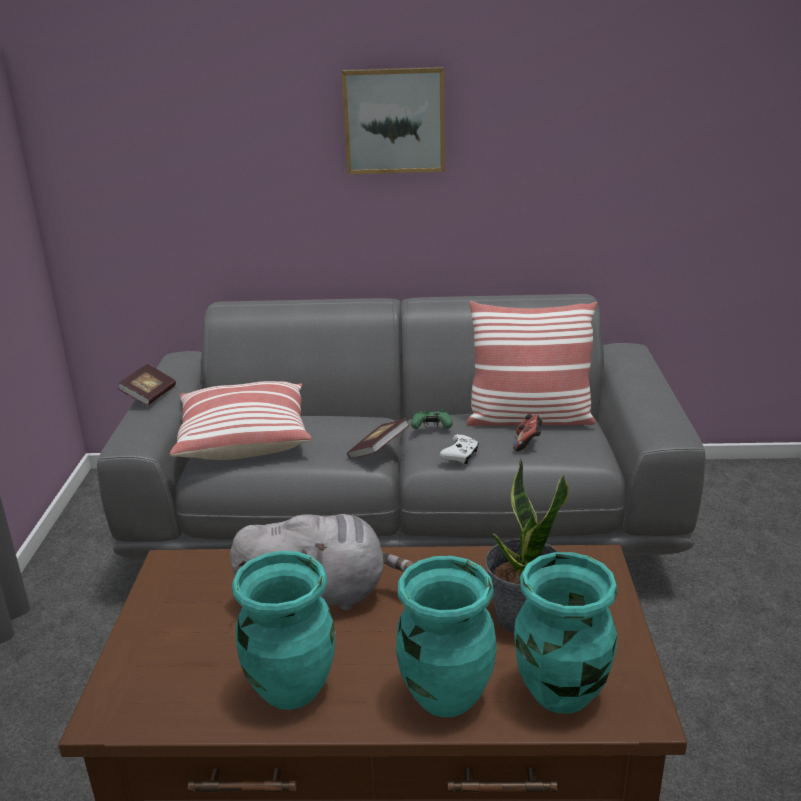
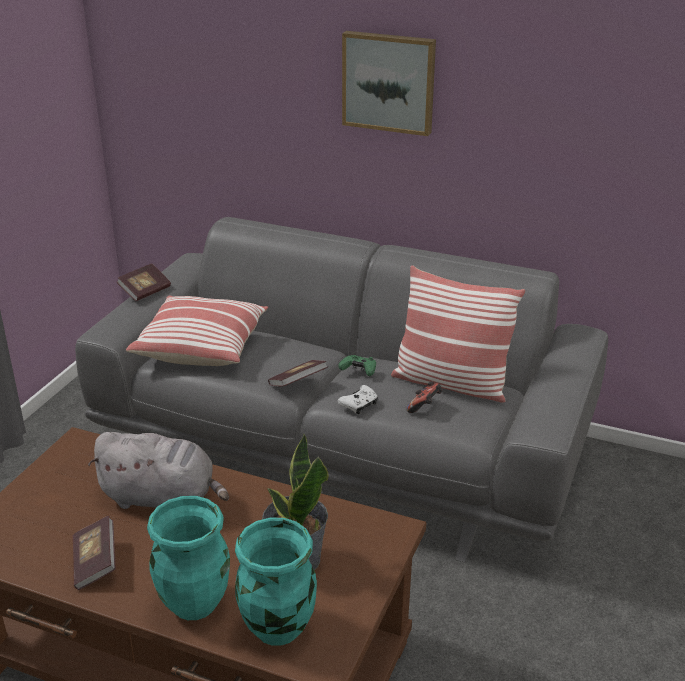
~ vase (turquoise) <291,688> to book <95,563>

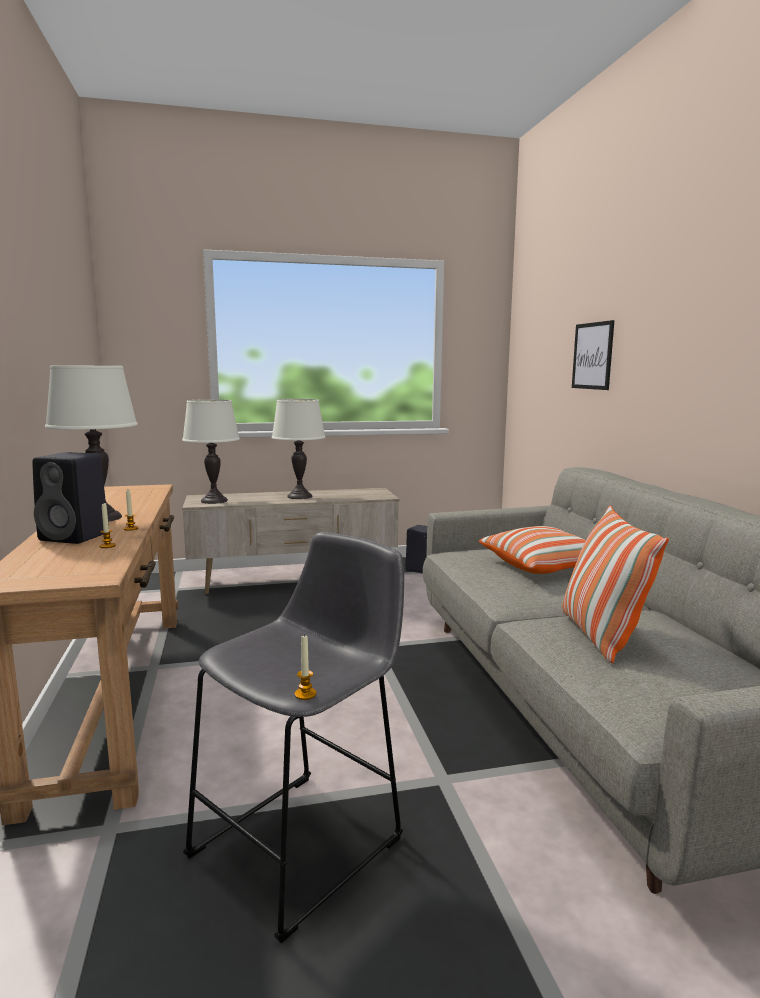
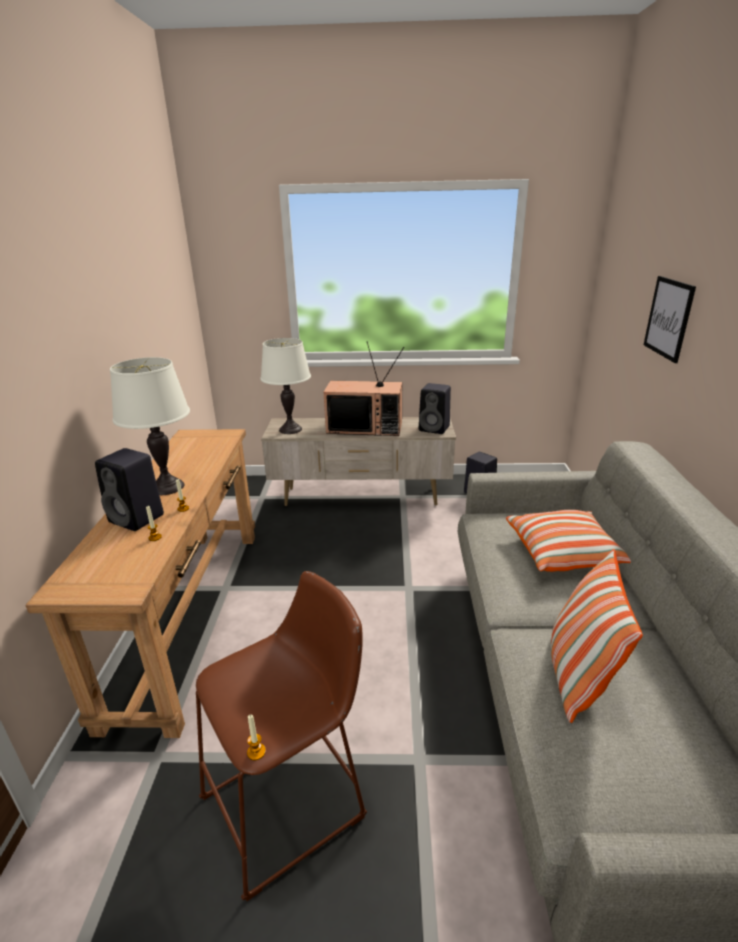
~ stool (grey) <306,841> to stool (brown) <291,803>
~ table lamp (white) <300,496> to television <366,427>
+ speaker (black) <435,428>

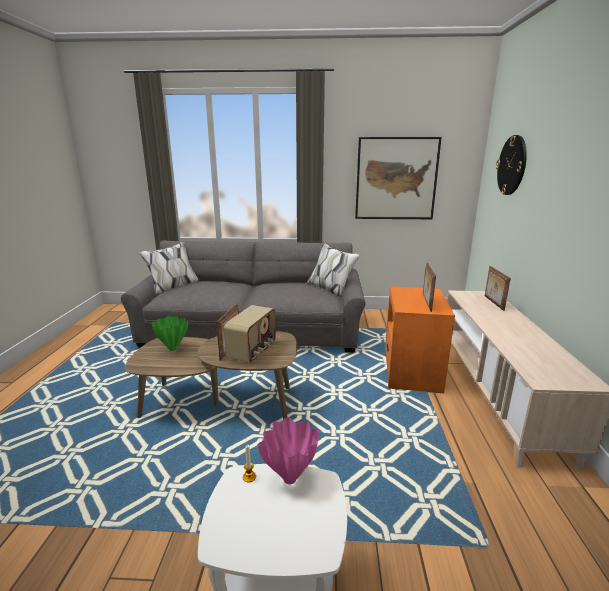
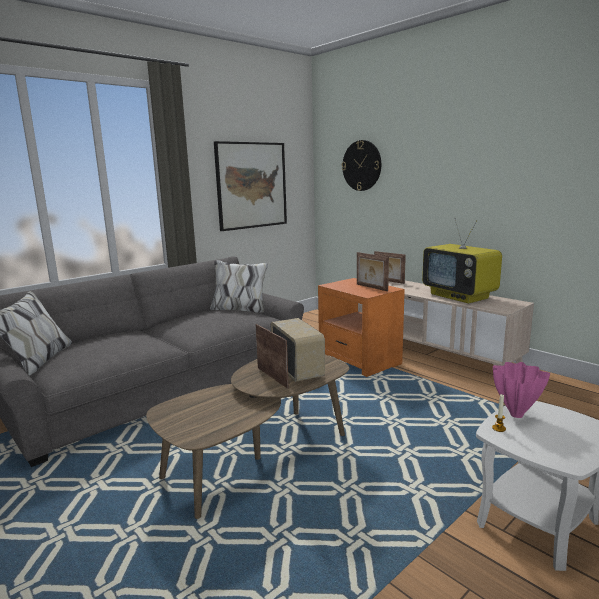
- vase (green) <172,349>
+ television <460,296>

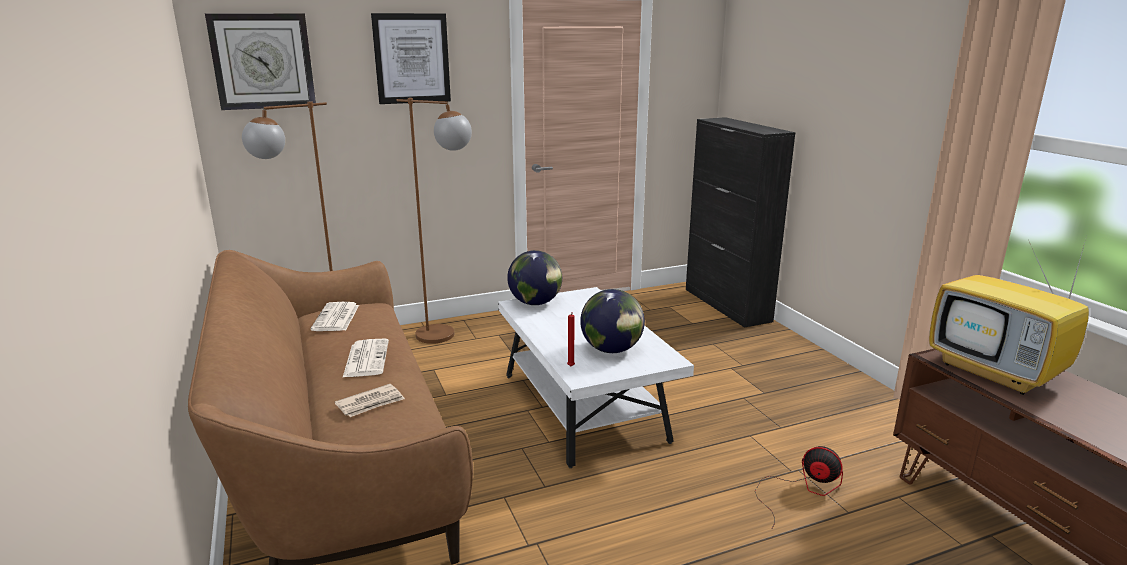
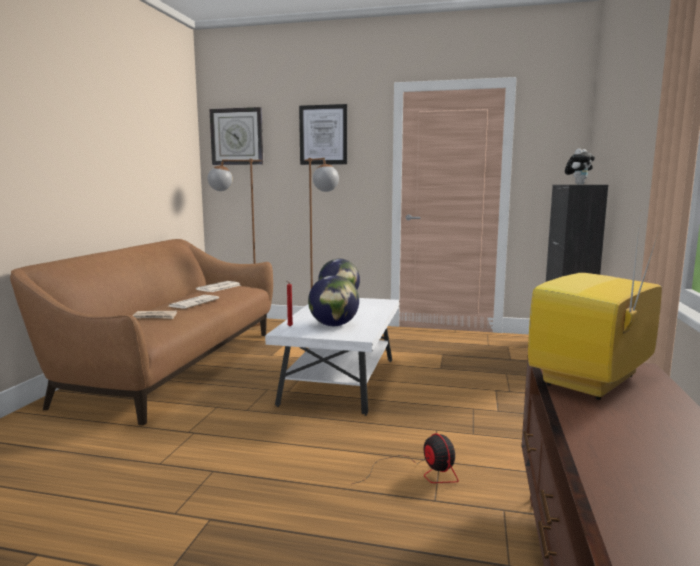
~ television <997,373> = <592,382> 45 degrees clockwise
+ plush toy <578,184>

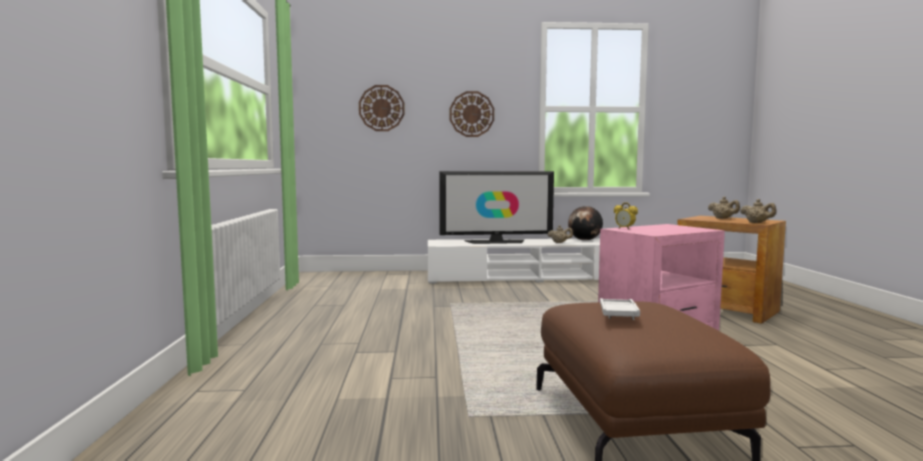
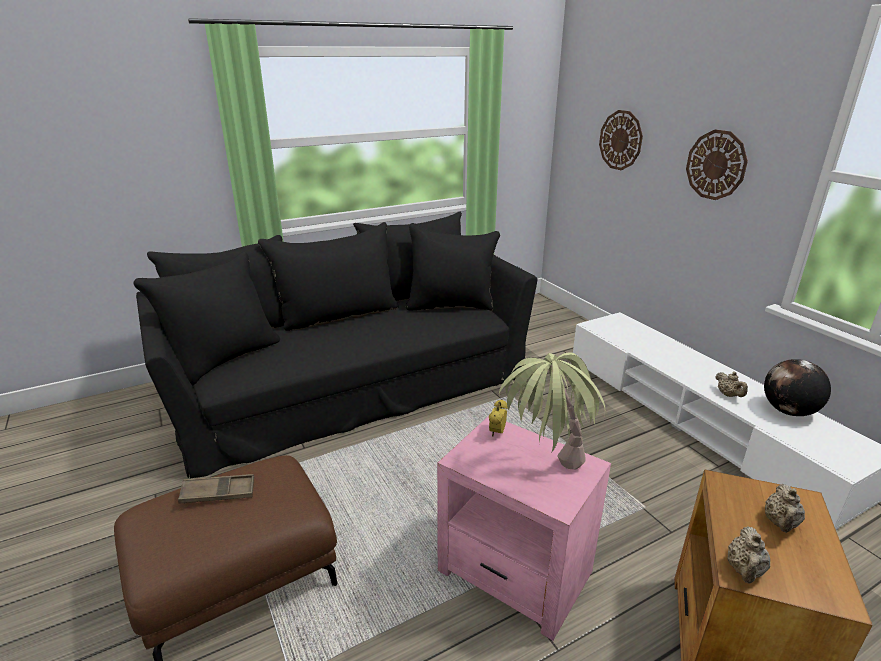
- television <496,242>
~ tray (white) <618,313> to tray (brown) <218,493>
+ sofa (black) <352,384>
+ potted plant <544,472>

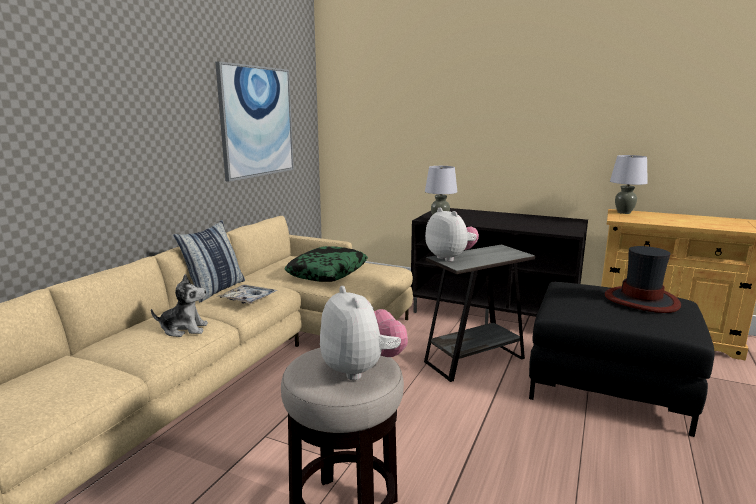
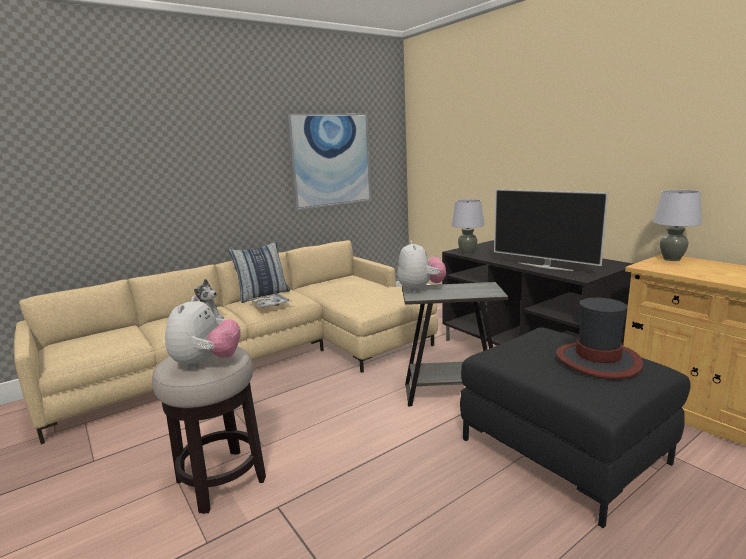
- pillow <327,272>
+ television <545,266>

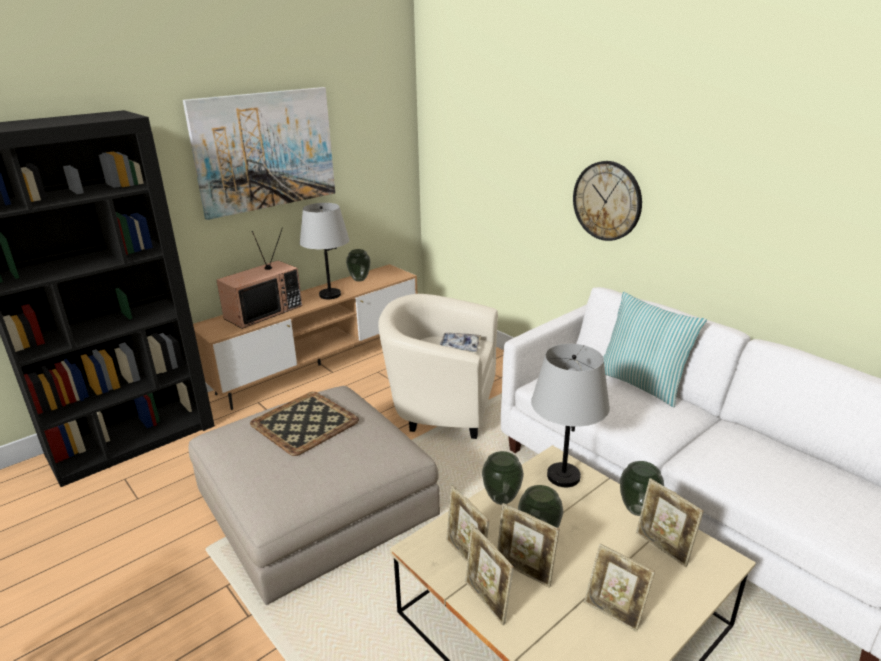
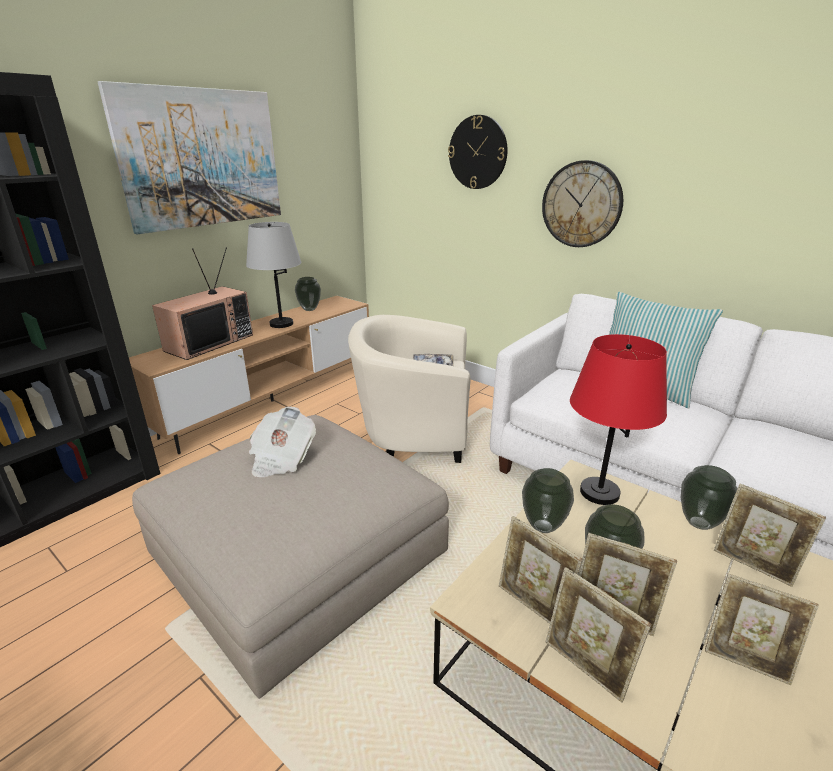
~ tray <304,423> to newspaper <281,458>
~ table lamp (grey) <563,476> to table lamp (red) <598,492>
+ wall clock <478,152>

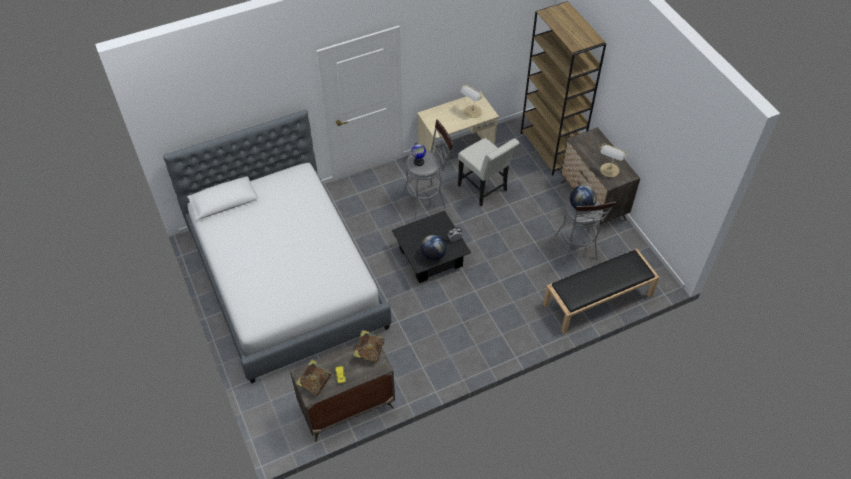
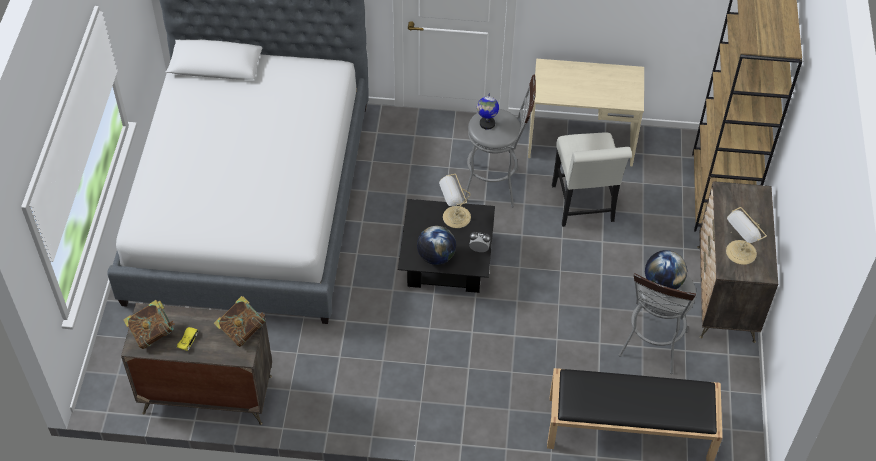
~ table lamp <472,112> to <455,217>

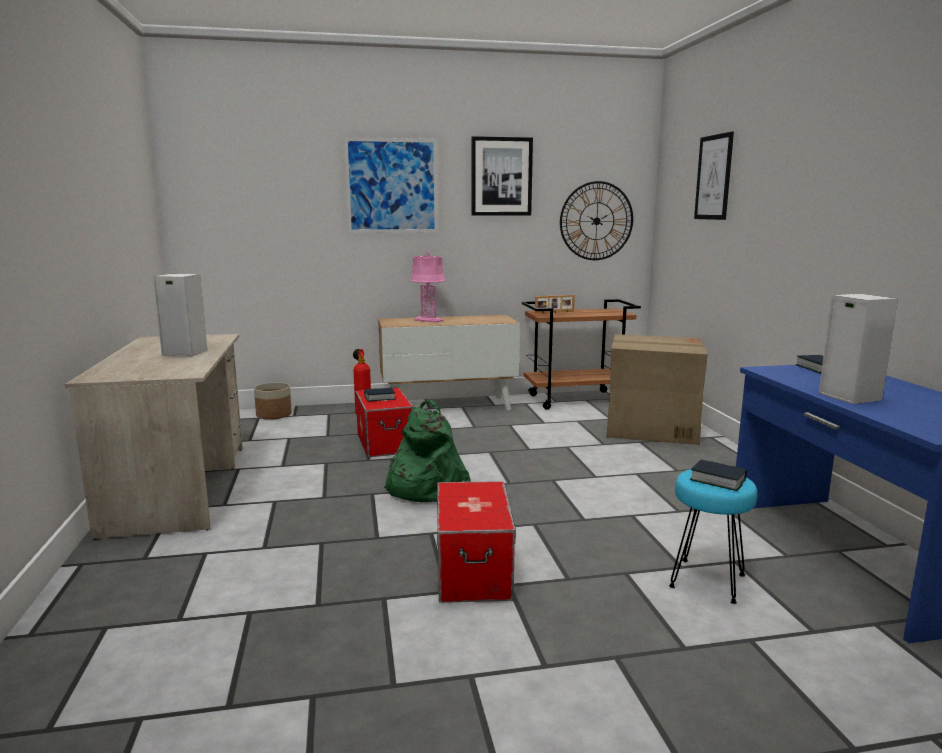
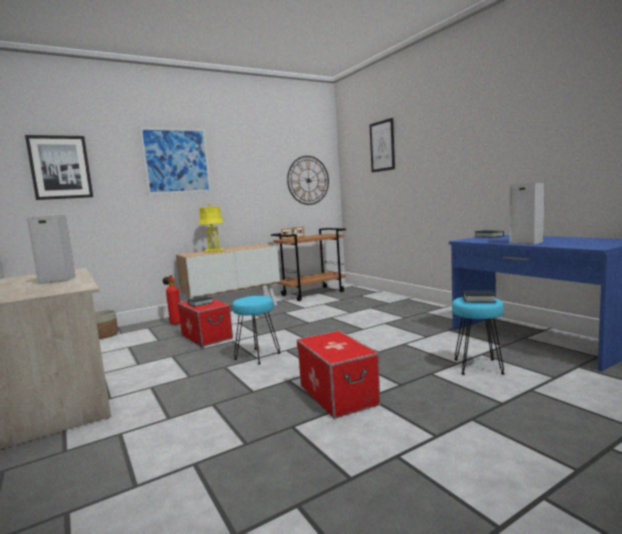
~ backpack (green) <422,487> to stool (turquoise) <258,356>
~ table lamp (pink) <428,320> to table lamp (yellow) <214,251>
~ picture <501,176> to <60,167>
- cardboard box <650,427>

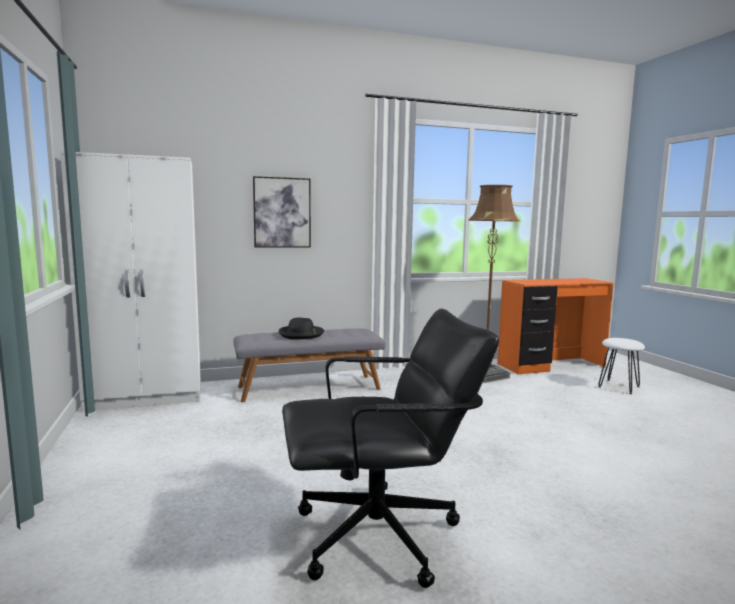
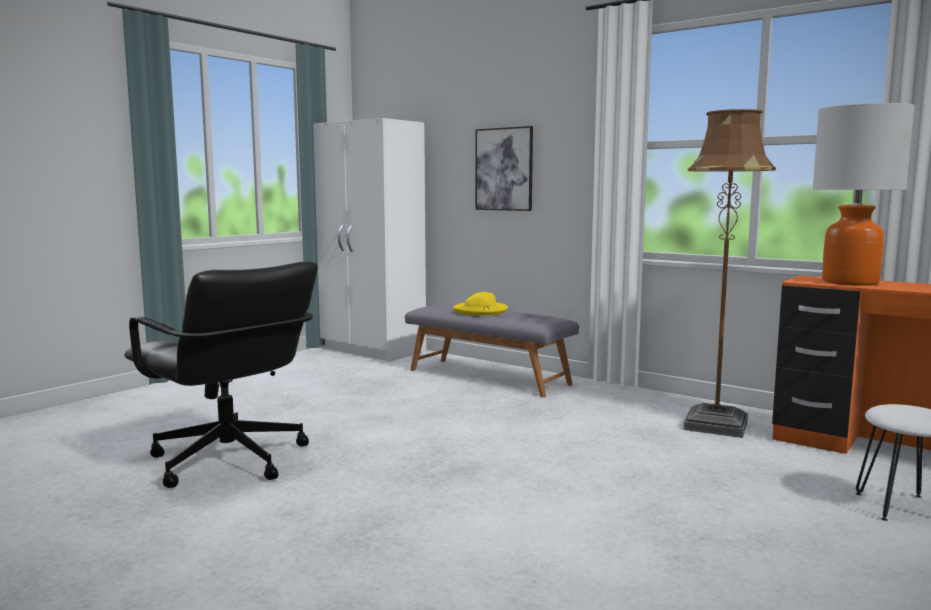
~ hat (black) <301,334> to hat (yellow) <481,311>
+ table lamp <849,282>

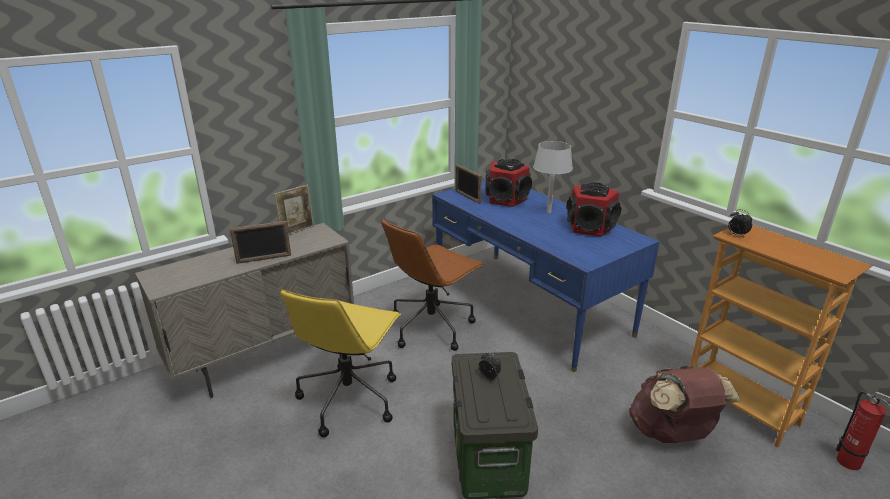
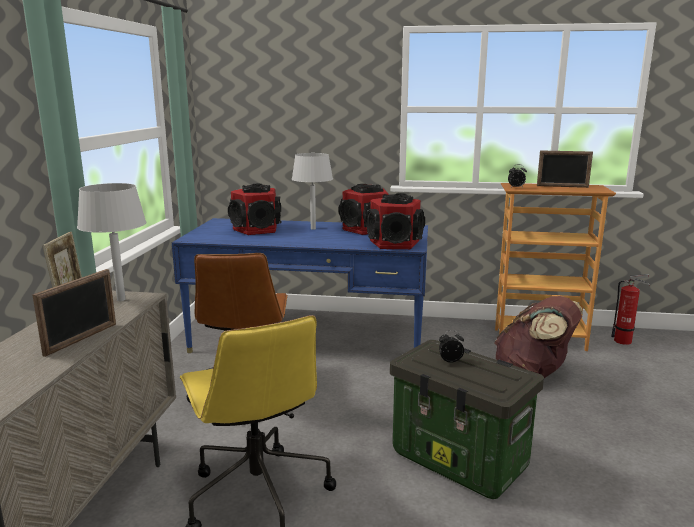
~ picture frame <467,197> to <562,186>
+ table lamp (grey) <121,299>
+ speaker <394,243>

